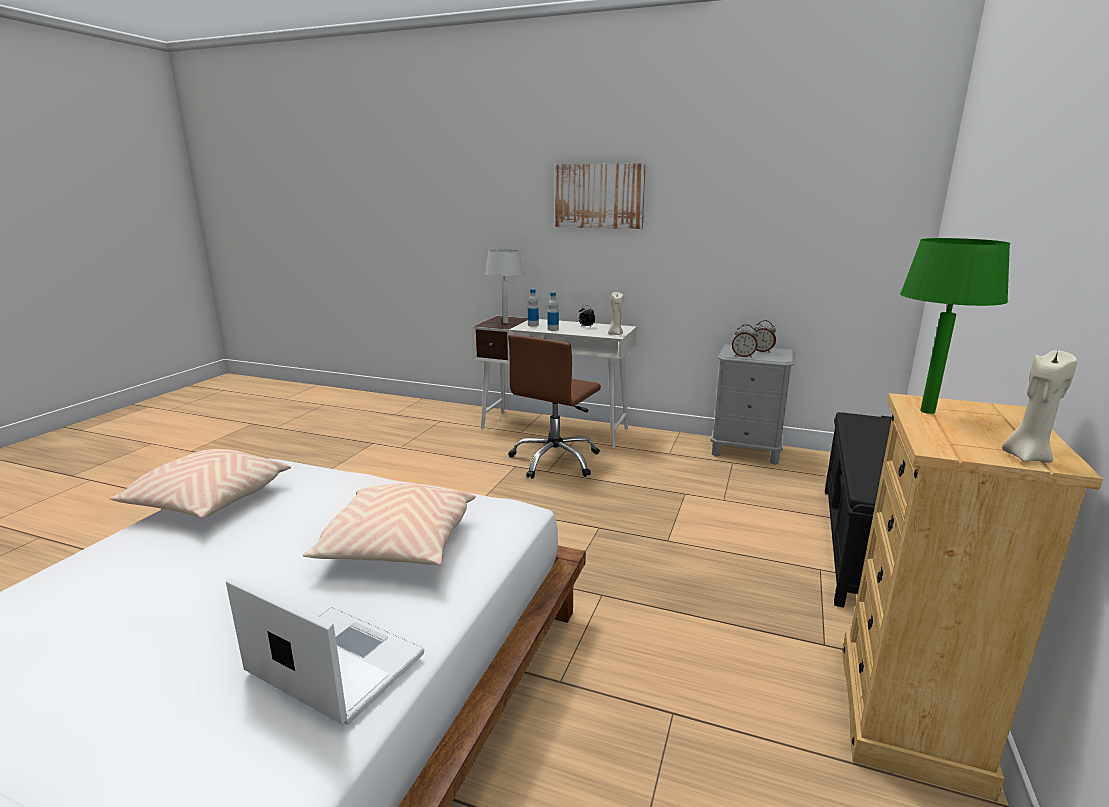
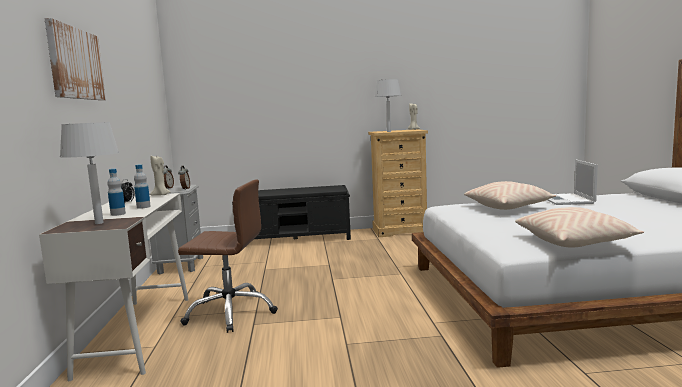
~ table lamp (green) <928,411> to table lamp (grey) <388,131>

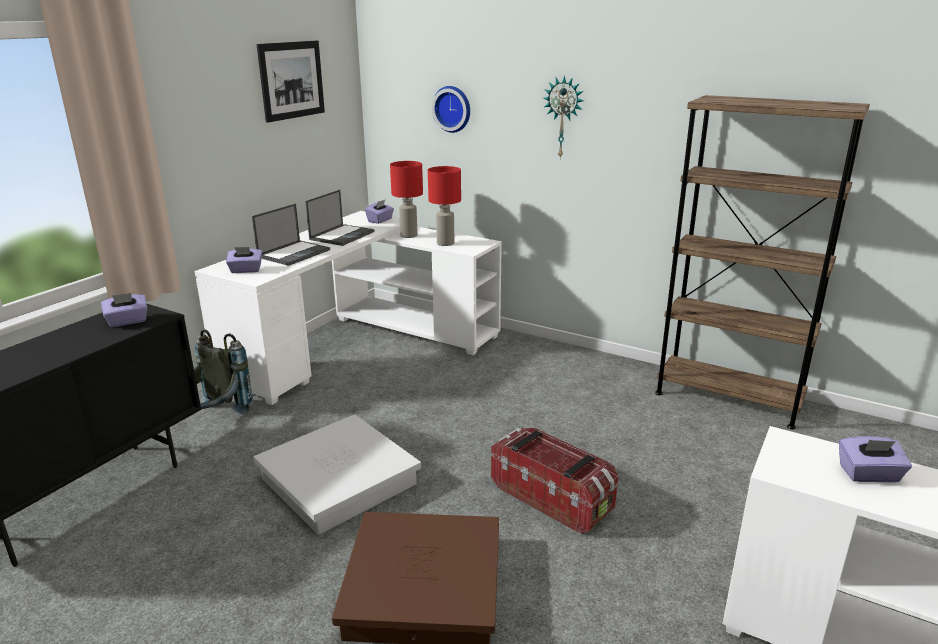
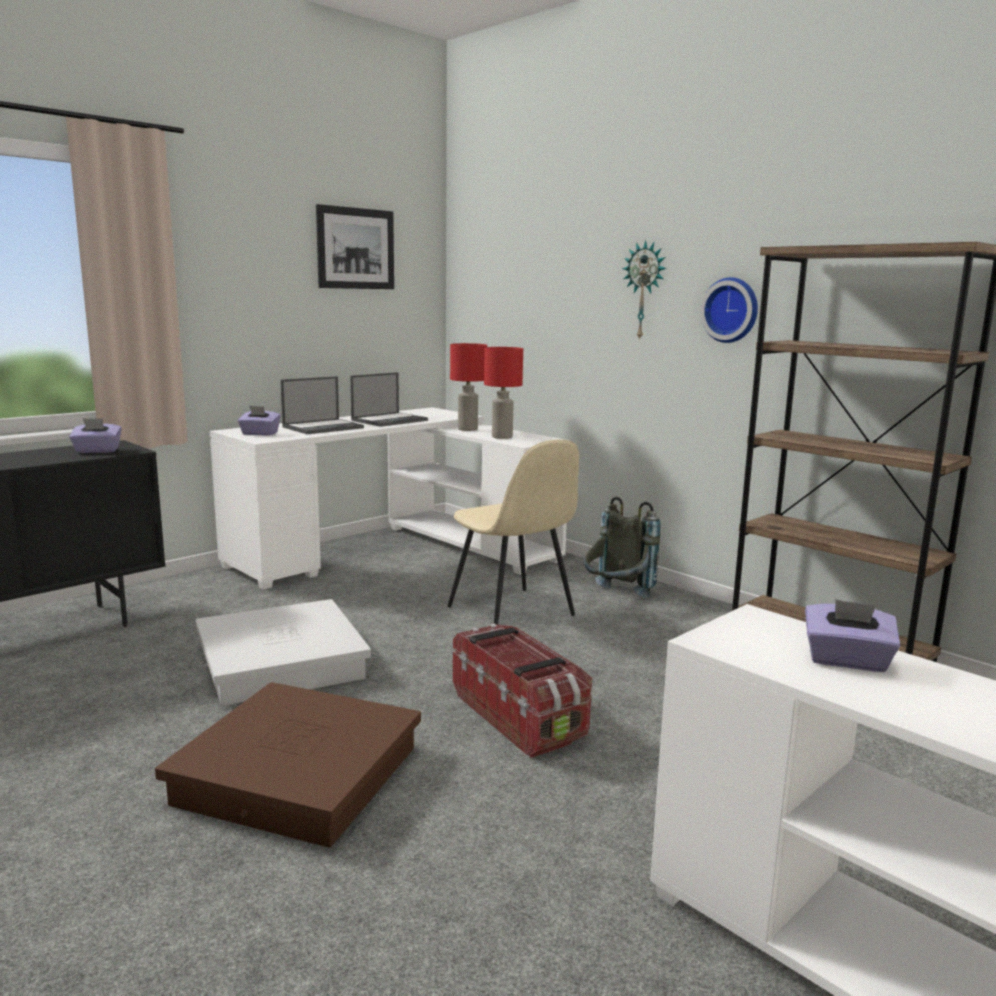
~ backpack (grey) <217,418> to <616,598>
- tissue box (purple) <380,220>
~ wall clock <453,109> to <731,310>
+ chair (beige) <512,612>

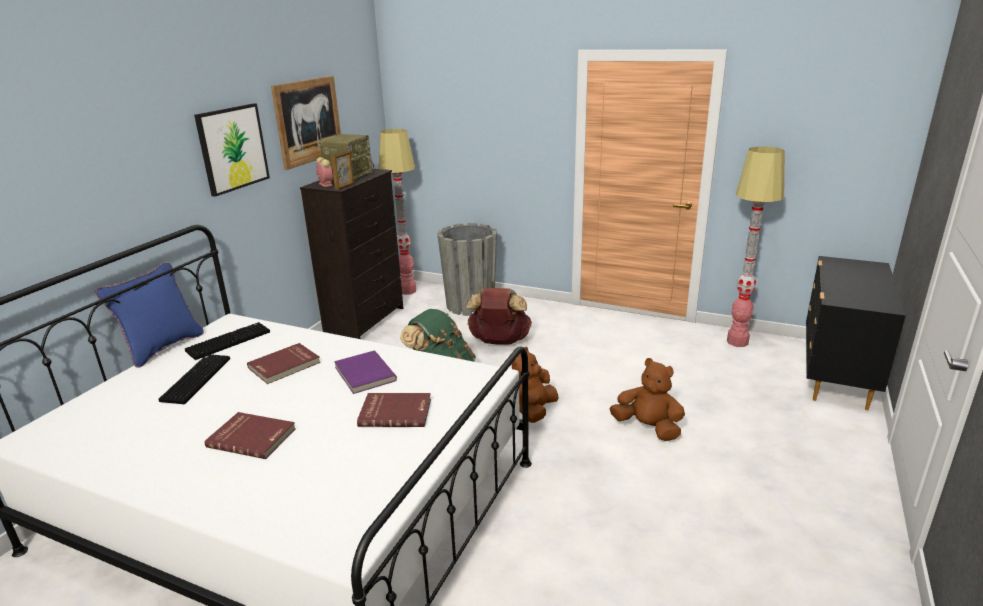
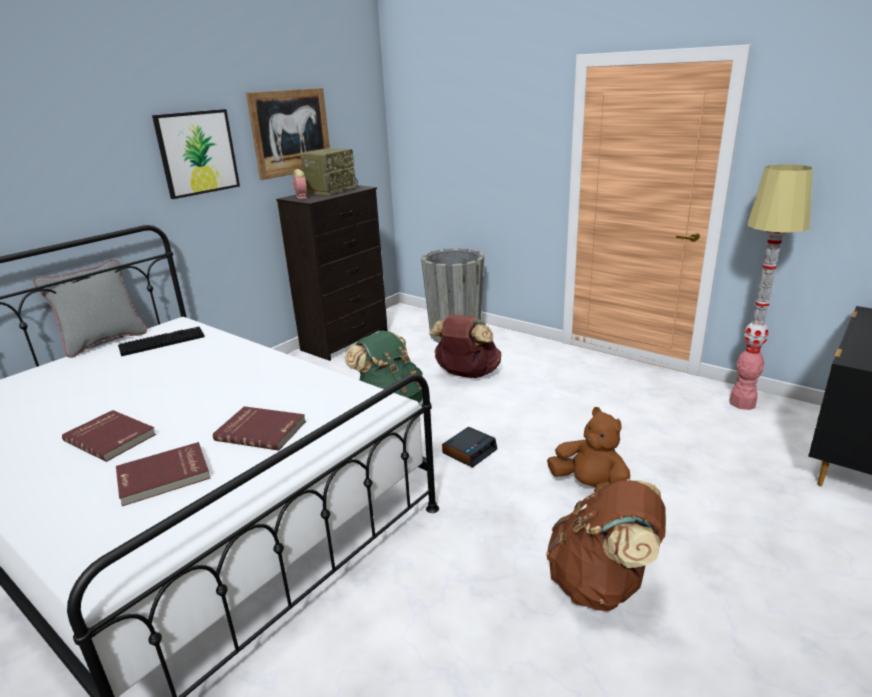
~ pillow (blue) <162,348> to pillow (grey) <104,342>
- keyboard <196,379>
~ book (red) <285,365> to <164,476>
- picture frame <345,186>
- book (purple) <363,374>
- floor lamp <407,291>
~ plush toy (brown) <534,410> to alarm clock <469,451>
+ backpack (brown) <602,584>

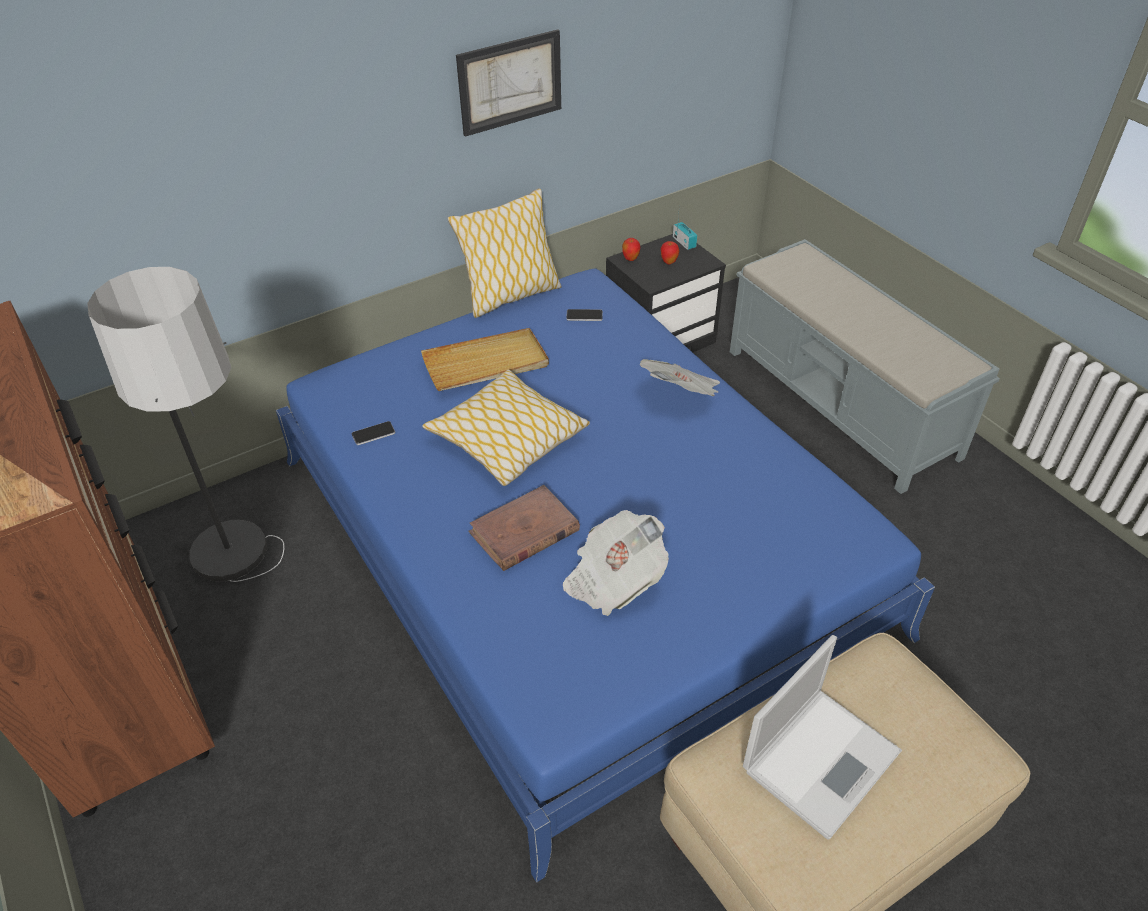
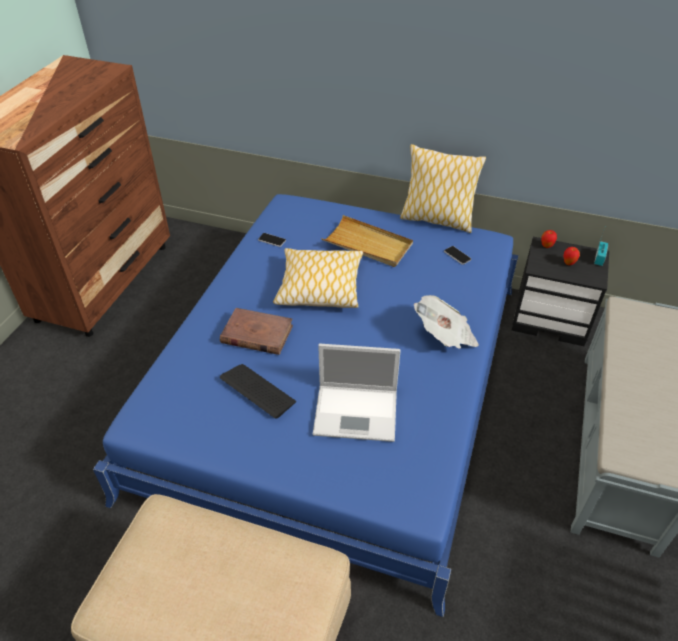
- floor lamp <255,592>
- picture <510,82>
~ newspaper <613,579> to keyboard <258,391>
~ laptop <822,758> to <357,412>

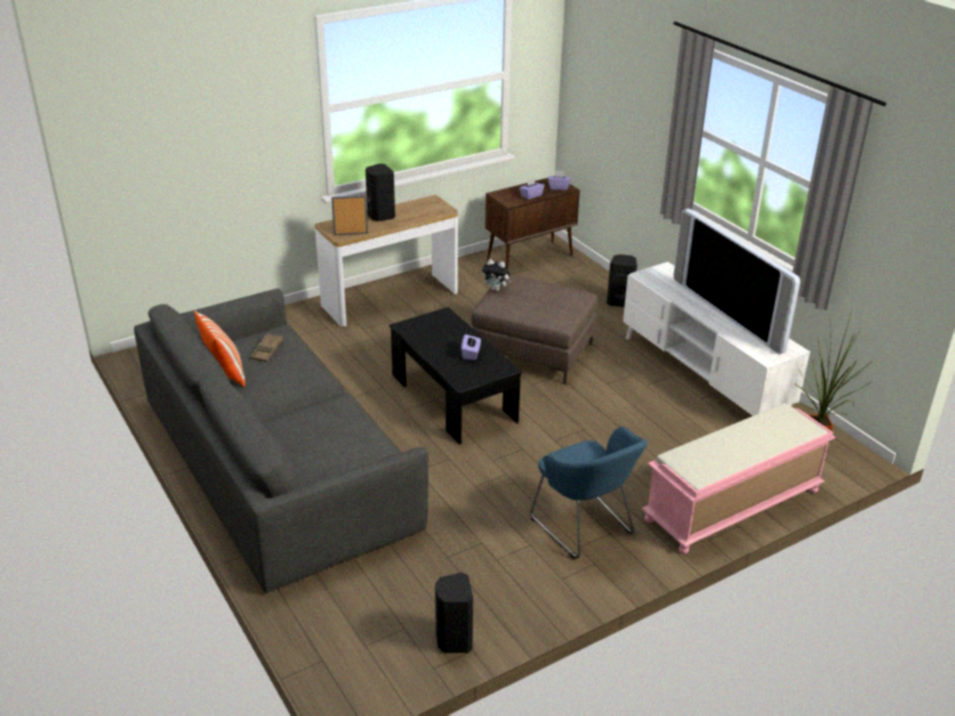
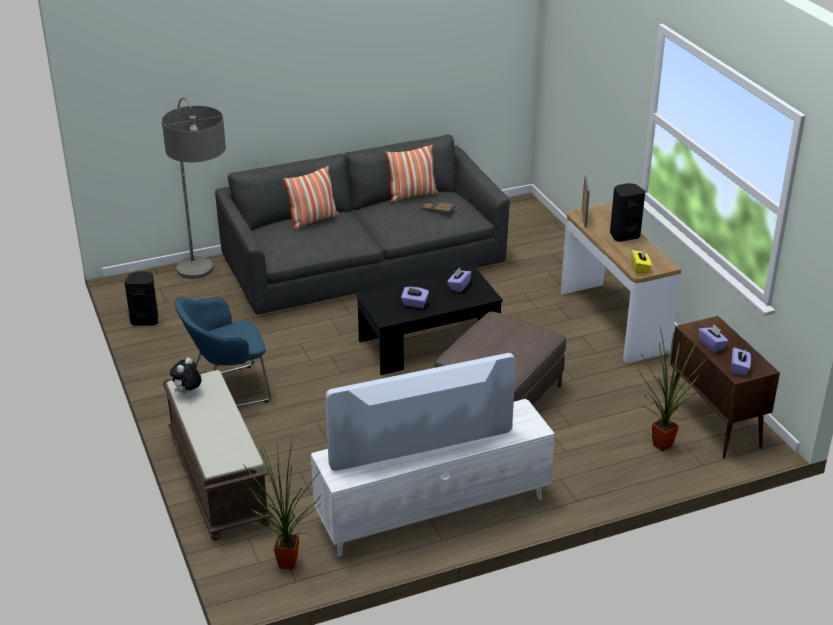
~ plush toy <496,289> to <187,392>
- speaker (black) <620,302>
~ bench (pink) <732,506> to bench (brown) <217,478>
+ floor lamp <206,291>
+ pillow <313,220>
+ tissue box (purple) <459,286>
+ tissue box (yellow) <640,268>
+ potted plant <660,444>

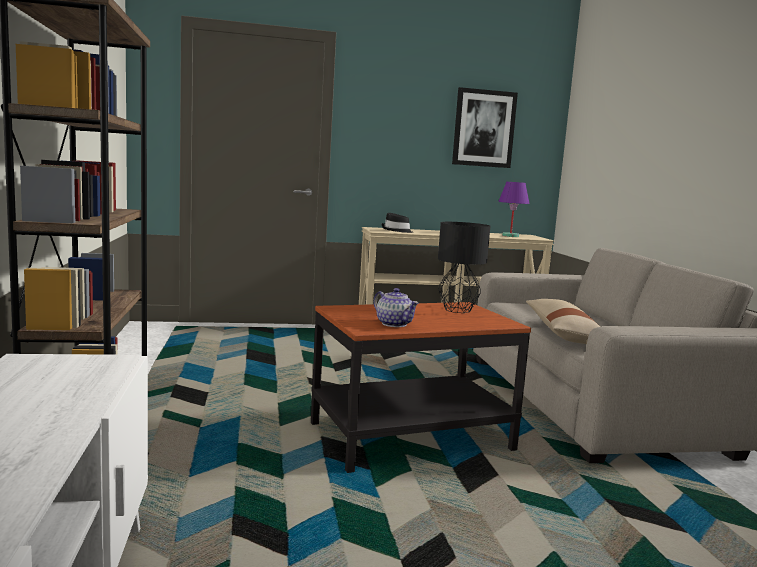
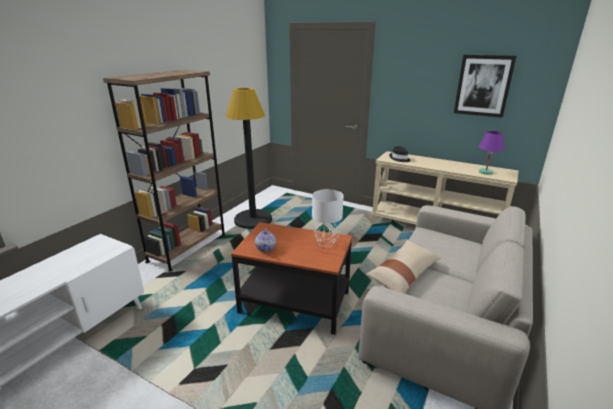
~ table lamp (black) <457,310> to table lamp (white) <326,243>
+ floor lamp (black) <253,220>

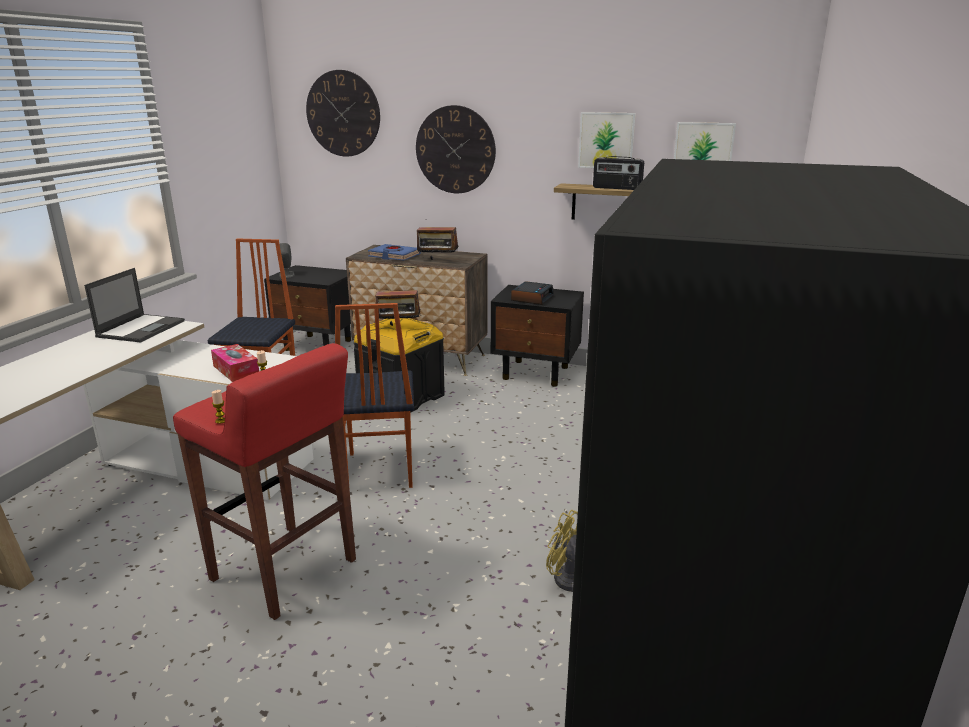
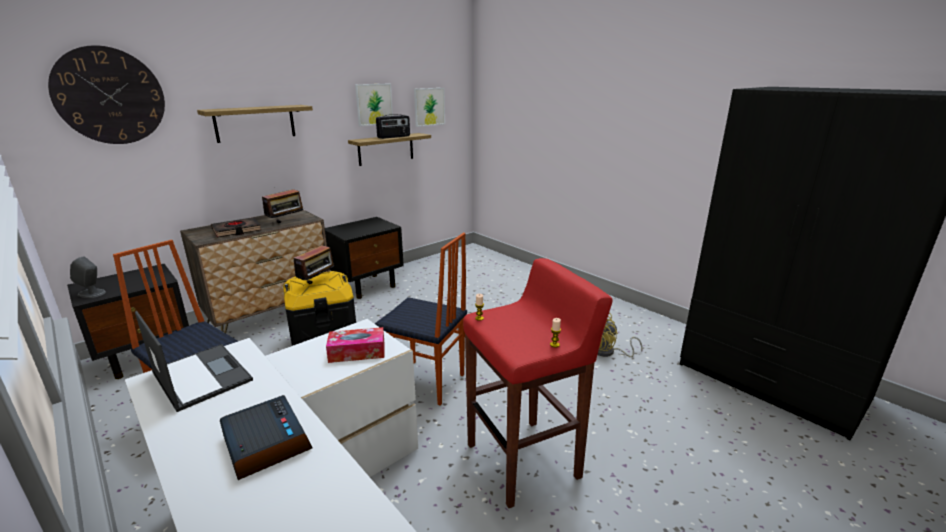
~ book (blue) <394,256> to book (black) <236,230>
~ wall clock <455,150> to shelf <255,123>
~ alarm clock <532,298> to <265,443>

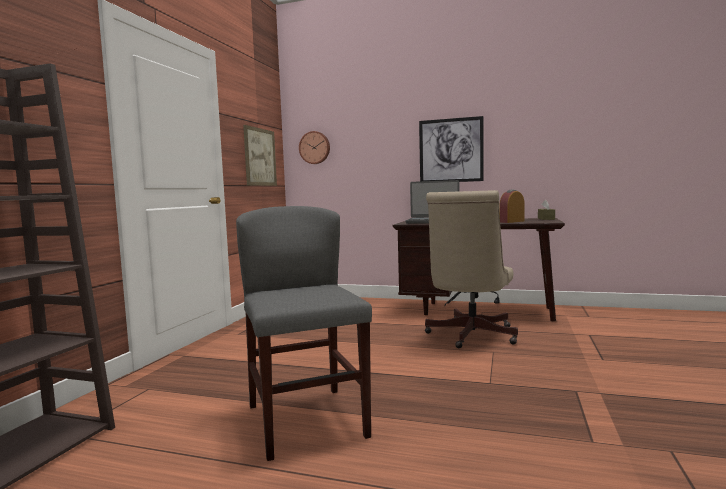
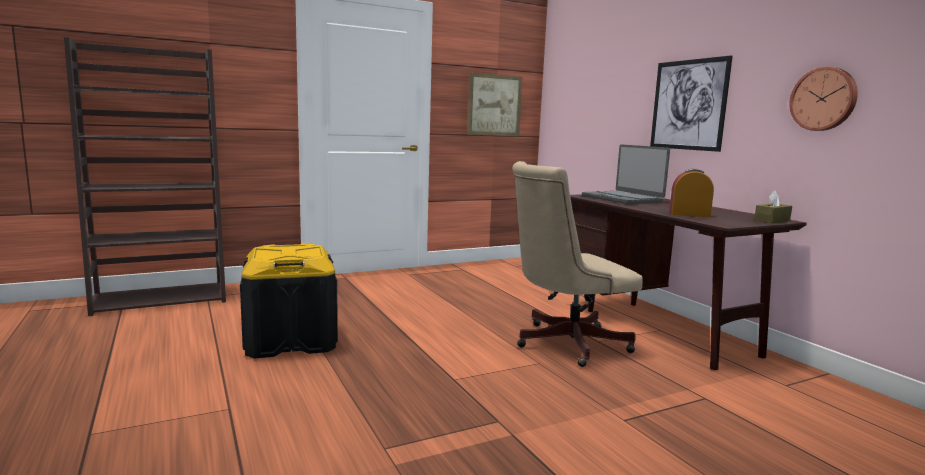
~ chair (grey) <306,421> to storage box (black) <291,340>
~ wall clock <315,147> to <824,99>

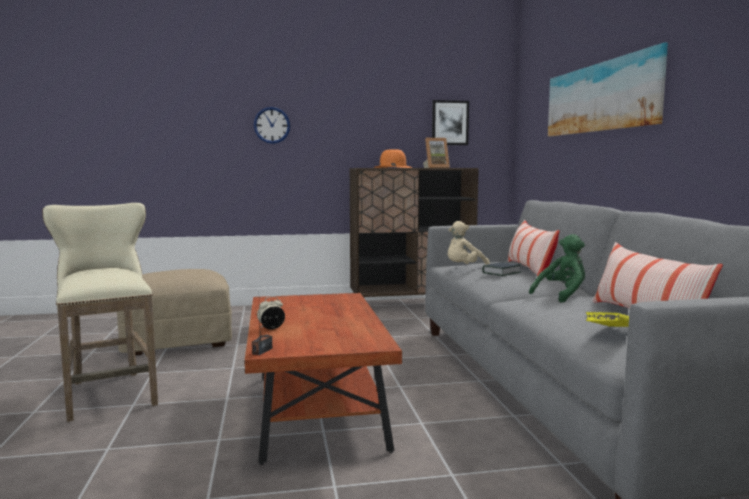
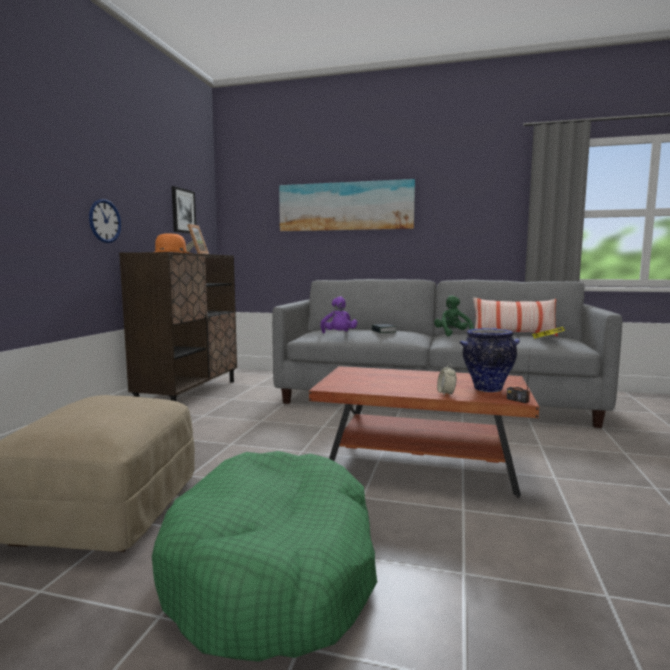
~ stool (beige) <110,391> to dog bed (green) <274,570>
~ wall clock <272,125> to <105,221>
~ plush toy (beige) <464,268> to plush toy (purple) <339,335>
- pillow <529,269>
+ vase <487,389>

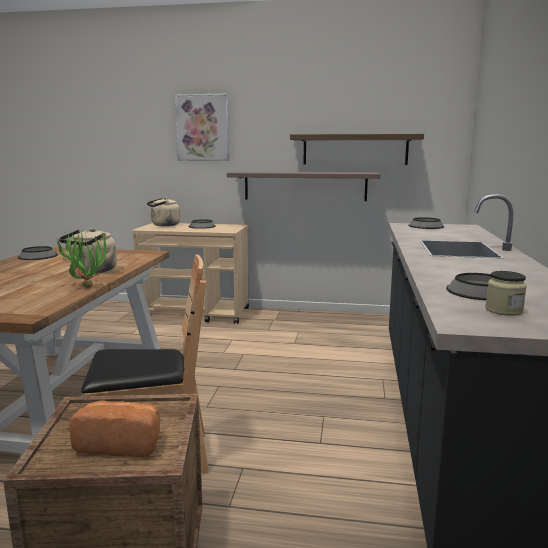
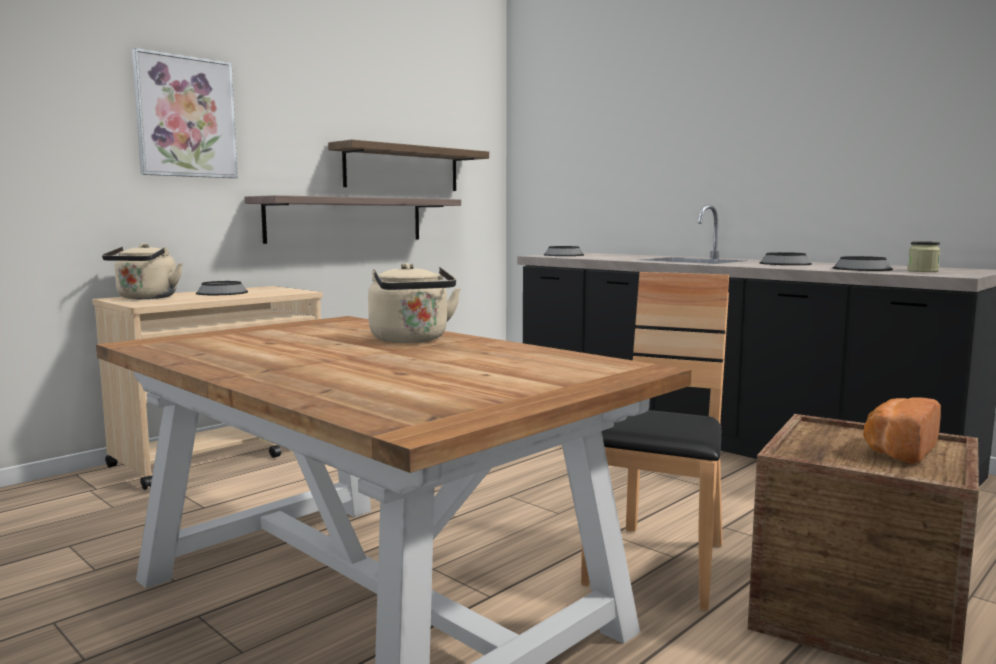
~ bowl <38,256> to <785,263>
- potted plant <85,286>

